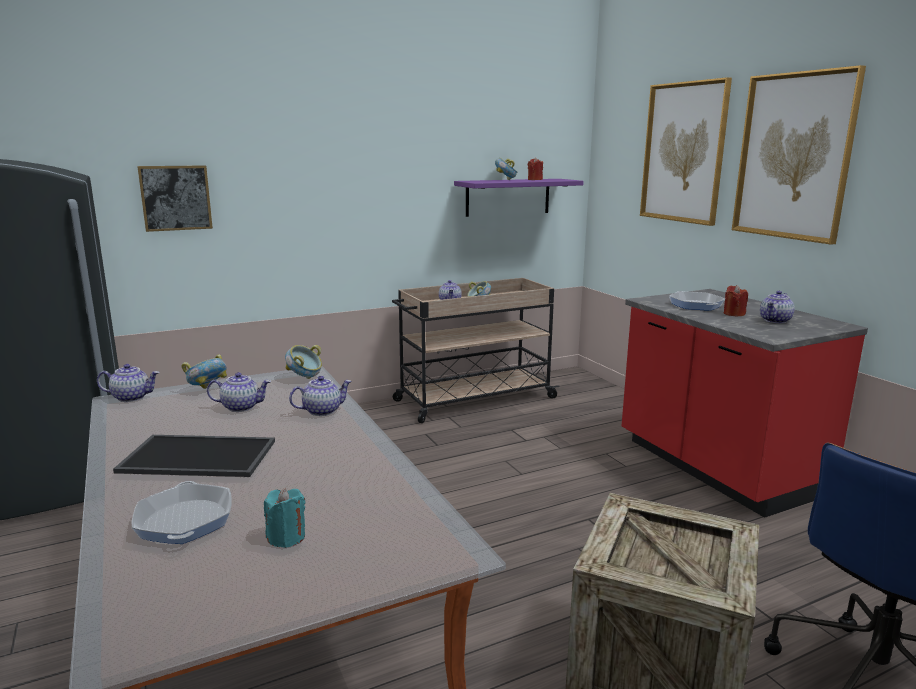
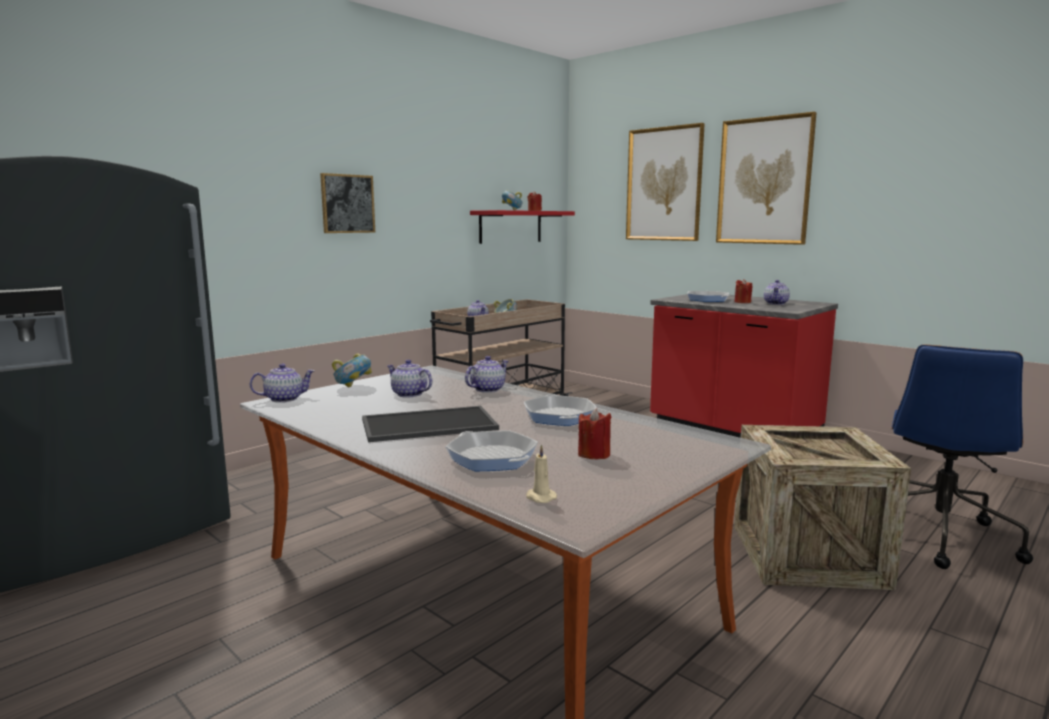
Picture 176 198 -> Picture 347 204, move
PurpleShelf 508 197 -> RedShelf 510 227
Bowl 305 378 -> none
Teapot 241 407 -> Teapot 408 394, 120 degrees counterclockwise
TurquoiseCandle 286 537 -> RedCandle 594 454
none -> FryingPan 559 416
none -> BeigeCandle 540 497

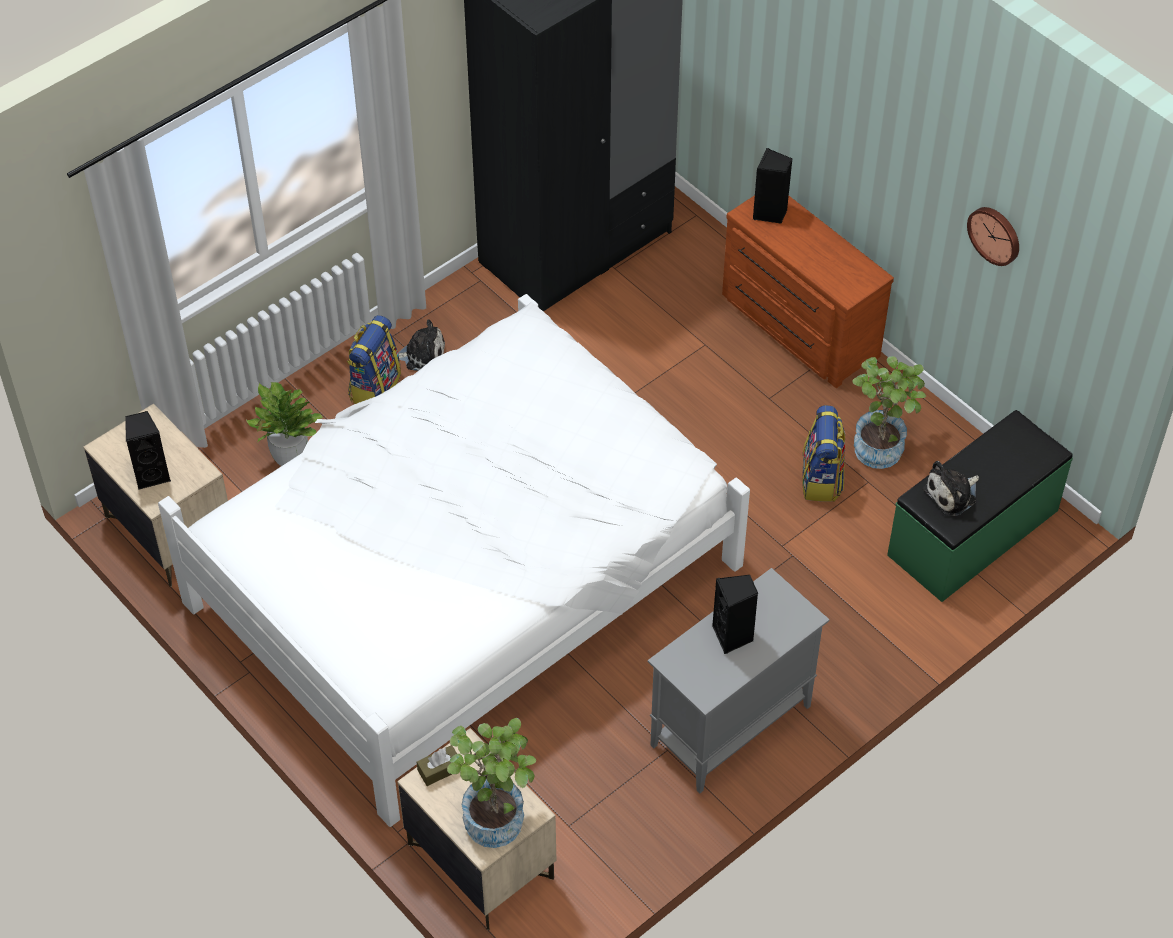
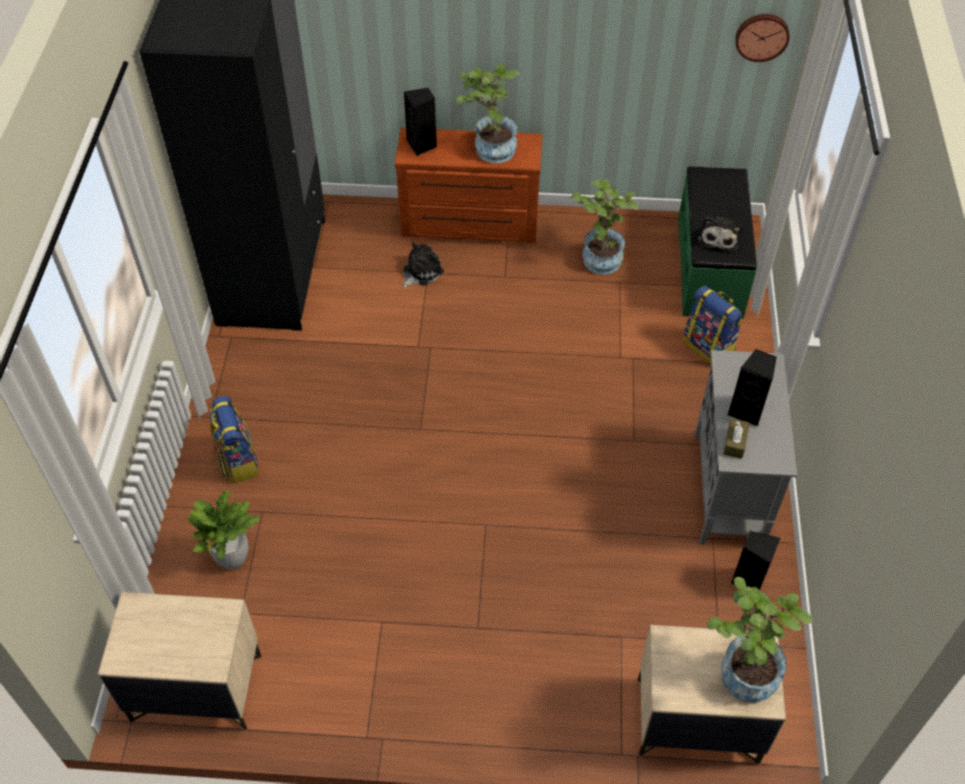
WallClock 995 234 -> WallClock 762 36, move
WhiteBed 465 581 -> none
PlushToy 422 355 -> PlushToy 421 272, move
Backpack 822 479 -> Backpack 709 347, move
BlackSpeaker 152 474 -> BlackSpeaker 748 581, move
BrownTissueBox 439 770 -> BrownTissueBox 735 442, move
none -> PottedPlant 489 148

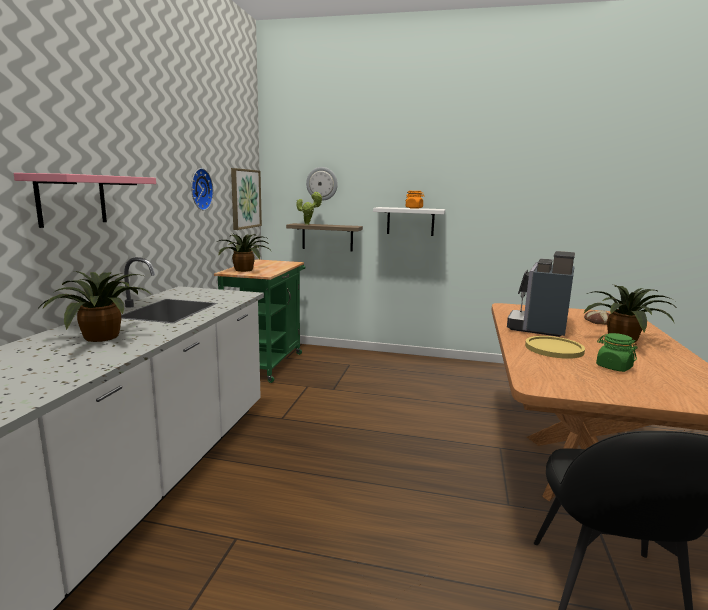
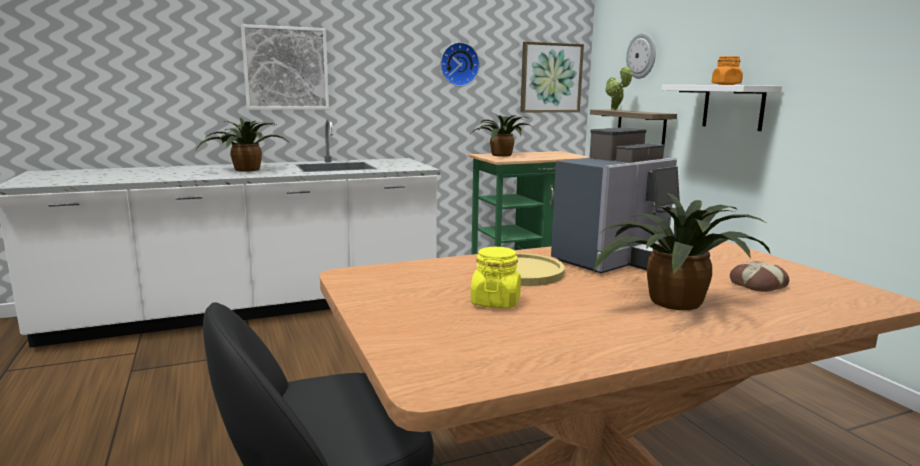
PinkShelf 72 200 -> Picture 286 68
CoffeeMachine 540 327 -> CoffeeMachine 619 259, 150 degrees clockwise
GreenJar 613 367 -> YellowJar 495 302

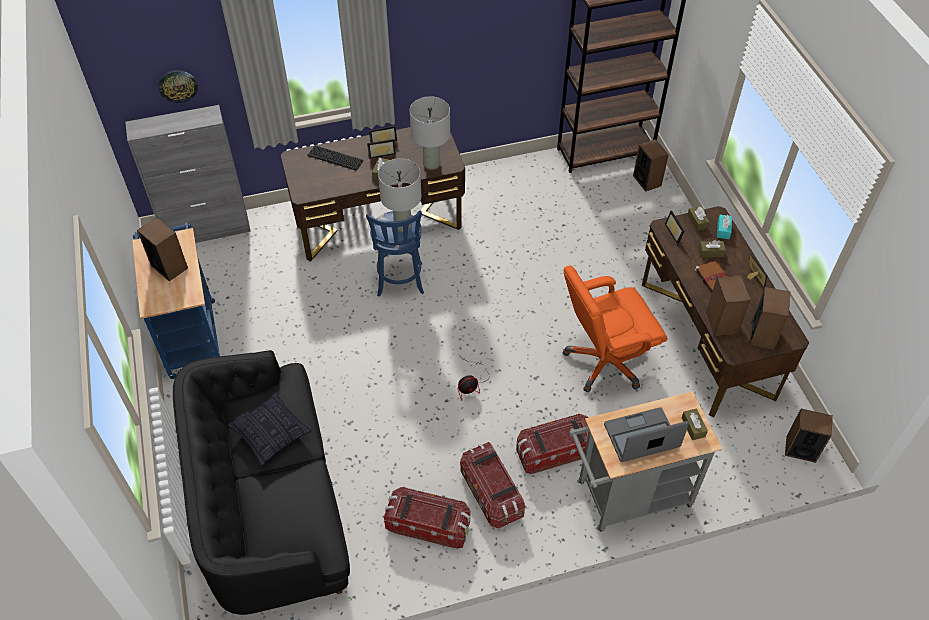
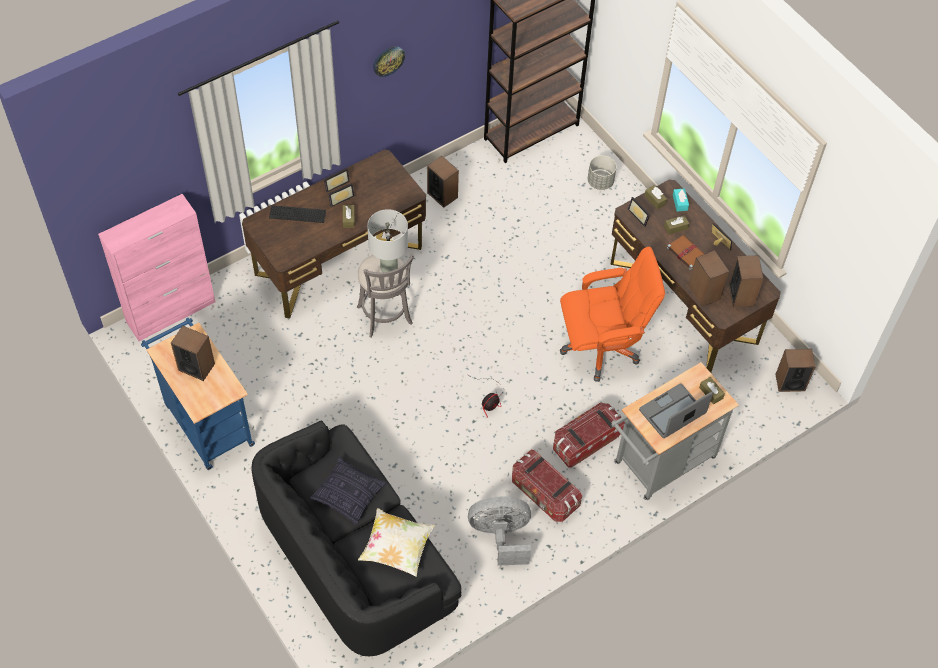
WallClock 177 85 -> WallClock 388 60, move
GreyTableLamp 431 164 -> none
GreyCabinet 208 230 -> PinkCabinet 171 312
Speaker 647 180 -> Speaker 442 195, move
BlueStool 400 282 -> GreyStool 385 318
OrangeOfficeChair 605 362 -> OrangeOfficeChair 601 347, 150 degrees counterclockwise
StorageBox 428 525 -> GreyFan 501 536
none -> GreyPlanter 600 182
none -> Pillow 396 548

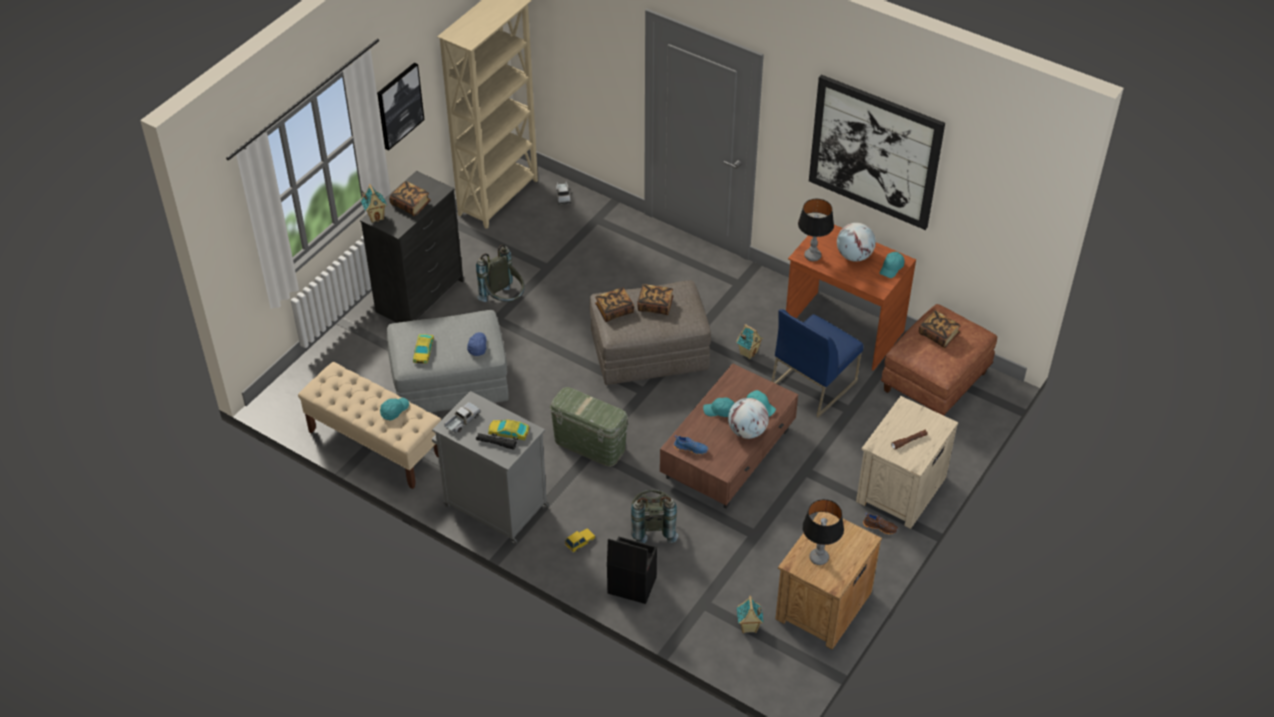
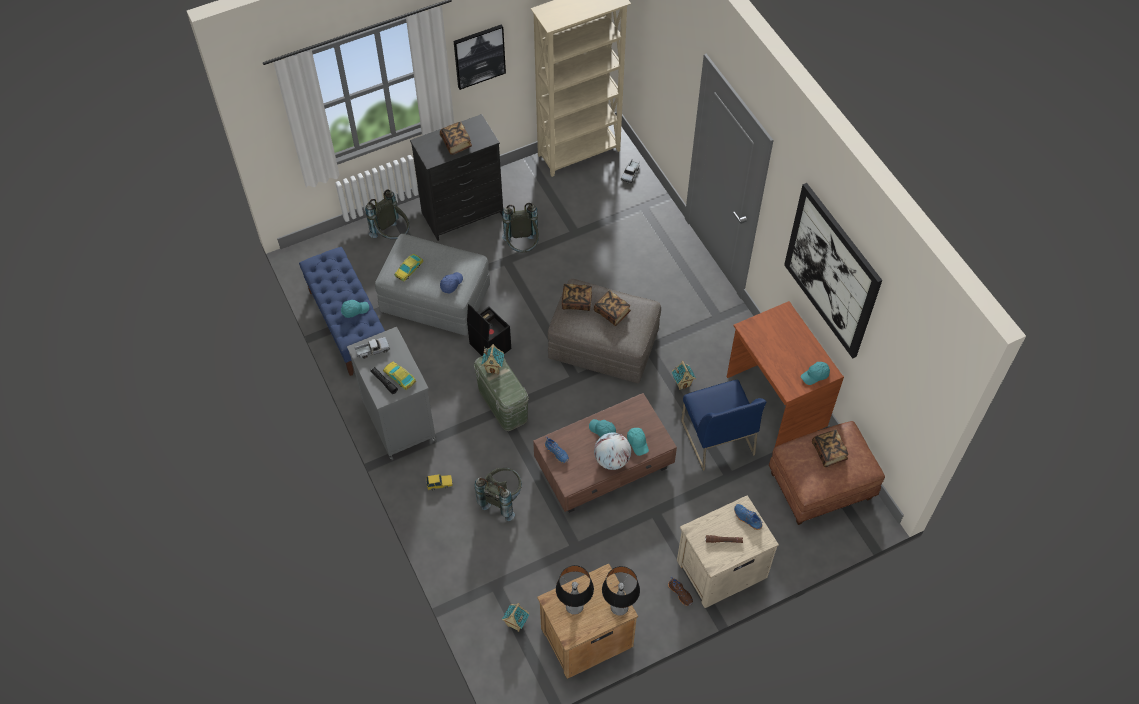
ToyHouse 376 217 -> ToyHouse 494 368, move
TableLamp 812 256 -> TableLamp 619 607, move
Globe 854 256 -> none
BlueChair 813 383 -> BlueChair 716 437, 90 degrees counterclockwise
BeigeBench 375 444 -> BlueBench 348 325
BlackStorageBox 630 585 -> BlackStorageBox 489 346, move
none -> GreyBackpack 392 236
none -> BlueShoe 747 519

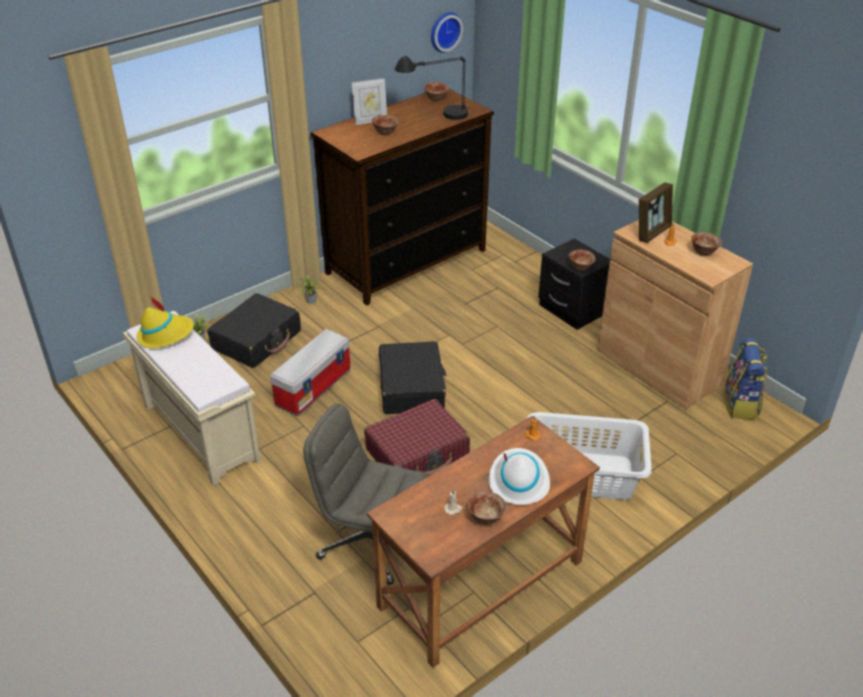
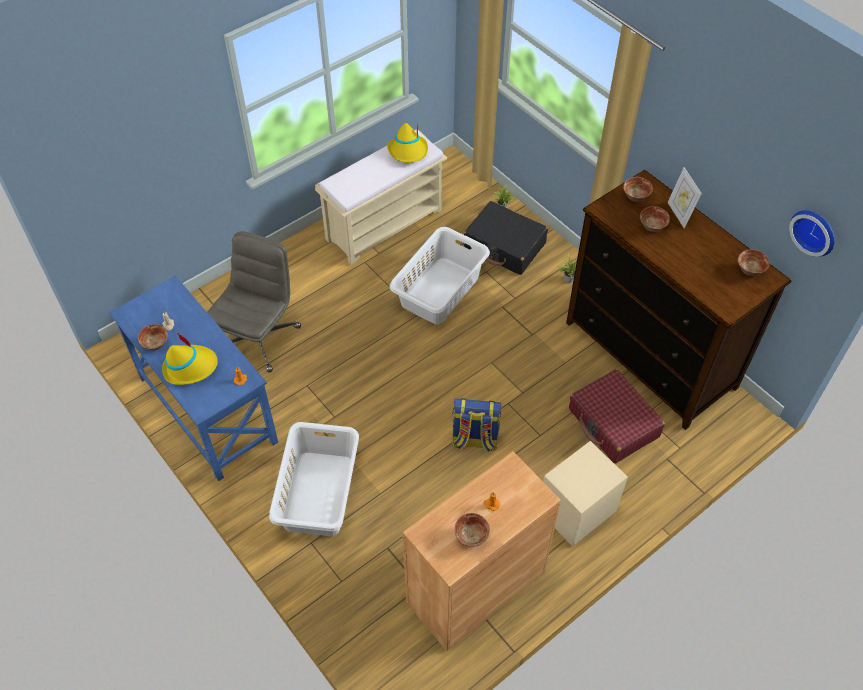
BlackTableLamp 434 117 -> none
PictureFrame 652 232 -> none
BlackNightstand 571 310 -> BeigeNightstand 576 509
Bowl 580 267 -> Bowl 635 197, move
StorageBox 313 387 -> WhiteLaundryBasket 440 290
Backpack 741 404 -> Backpack 474 440, move
BlackSuitcase 411 387 -> none
RedSuitcase 417 453 -> RedSuitcase 613 423, move
BrownDesk 481 585 -> BlueDesk 206 410
WhiteHat 518 481 -> YellowHat 190 367

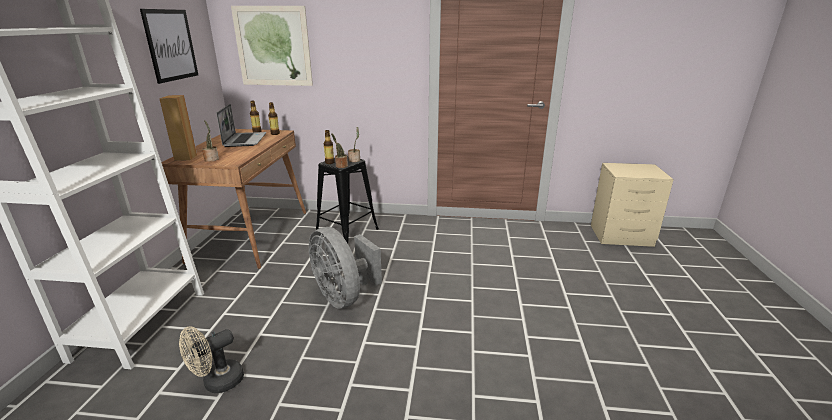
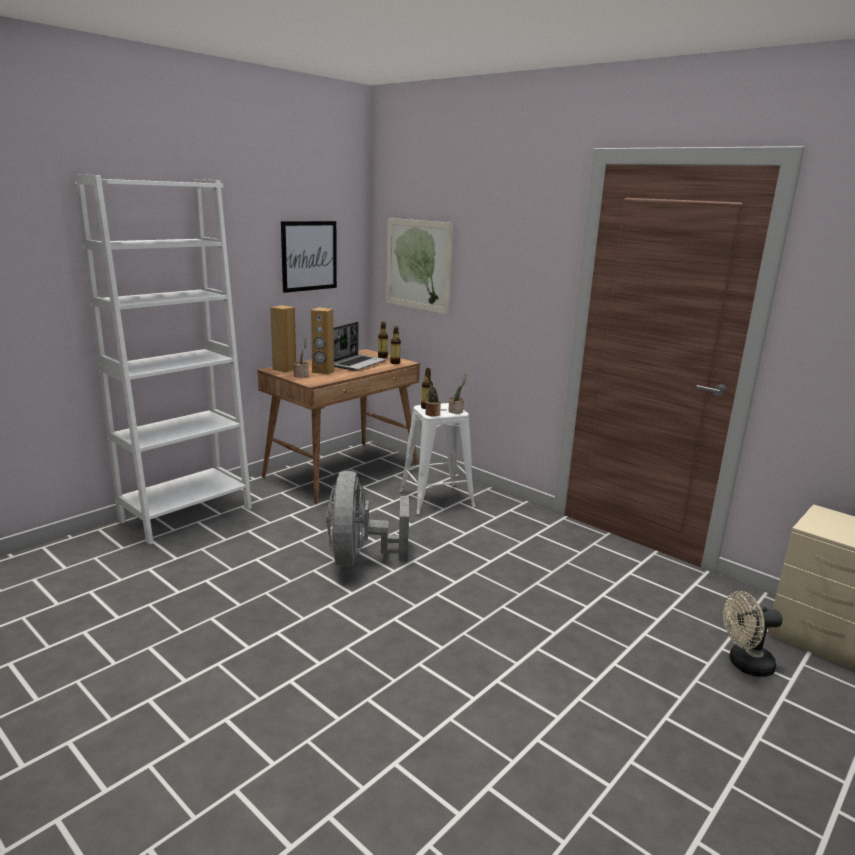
BlackStool 347 232 -> WhiteStool 437 499
BeigeFan 217 383 -> BeigeFan 744 664, move
none -> BrownSpeaker 323 371

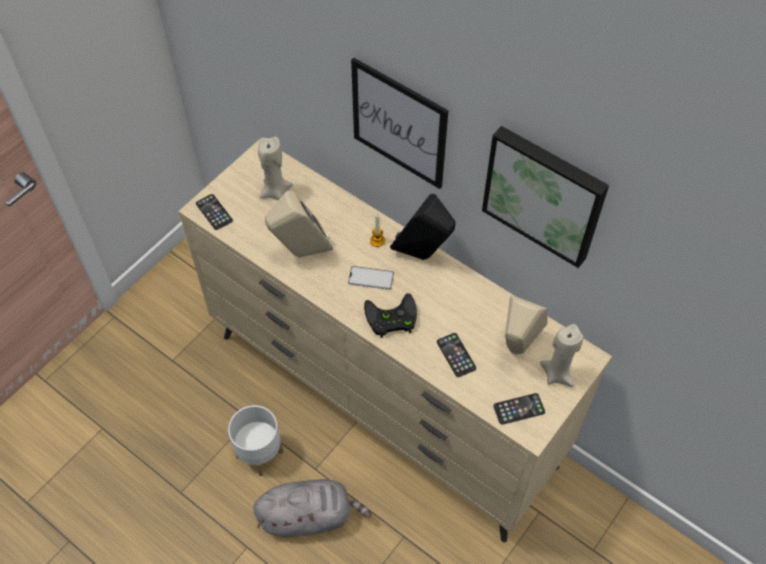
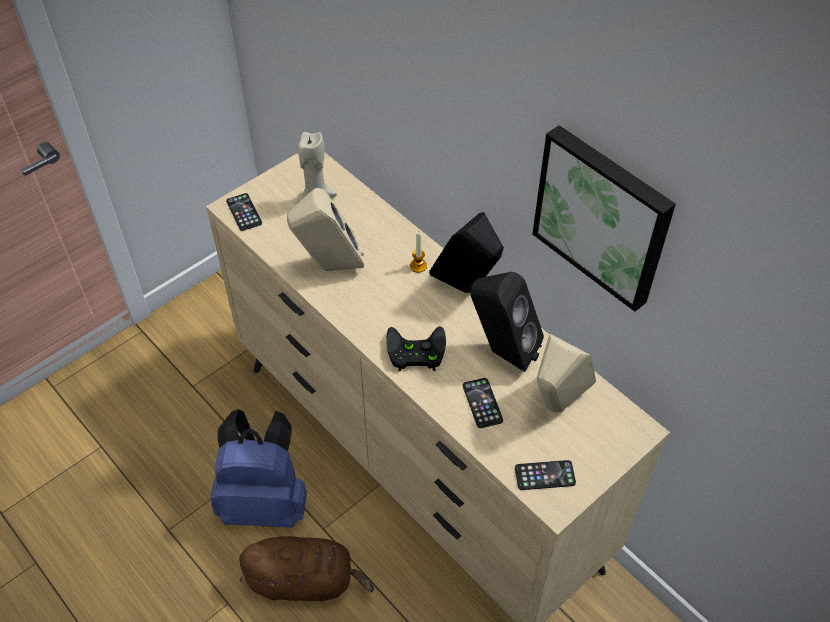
Picture 399 124 -> none
Phone 371 278 -> none
BeigeCandle 557 374 -> none
WhitePlanter 260 453 -> BlueBackpack 265 501
GreyPlushToy 309 516 -> BrownPlushToy 305 580
none -> BlackSpeaker 501 351

